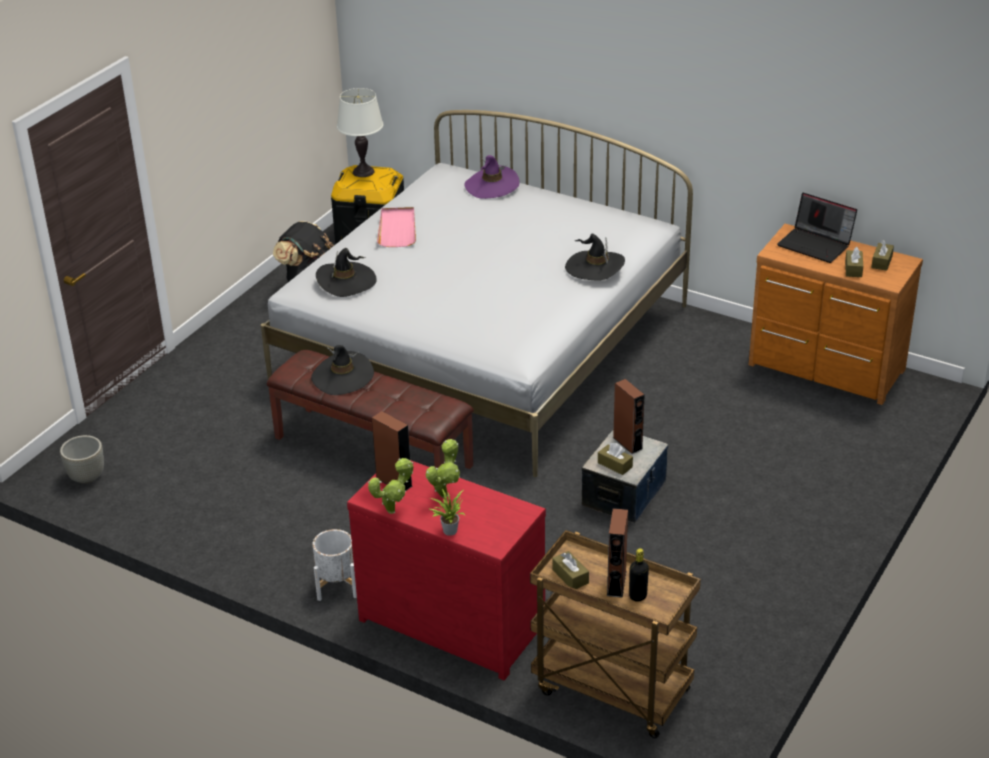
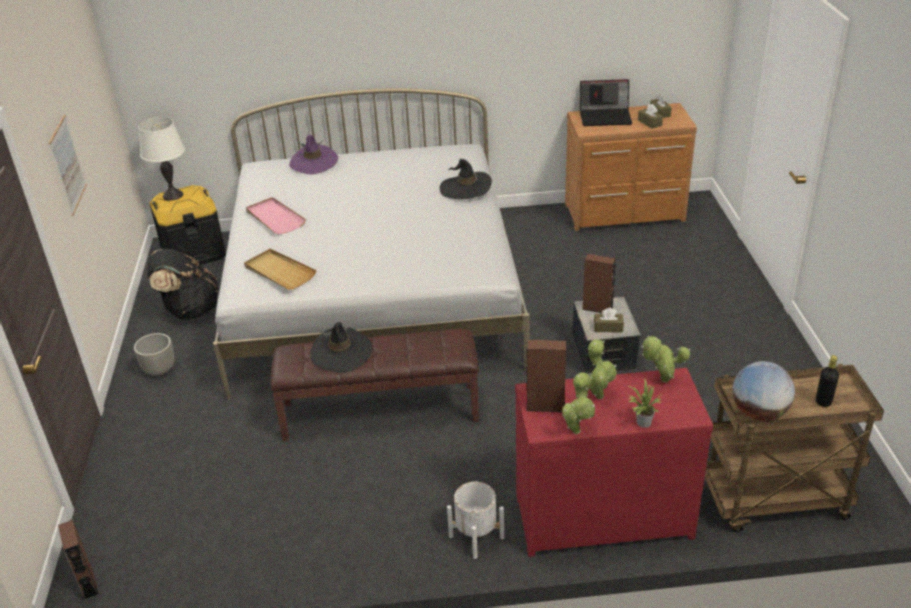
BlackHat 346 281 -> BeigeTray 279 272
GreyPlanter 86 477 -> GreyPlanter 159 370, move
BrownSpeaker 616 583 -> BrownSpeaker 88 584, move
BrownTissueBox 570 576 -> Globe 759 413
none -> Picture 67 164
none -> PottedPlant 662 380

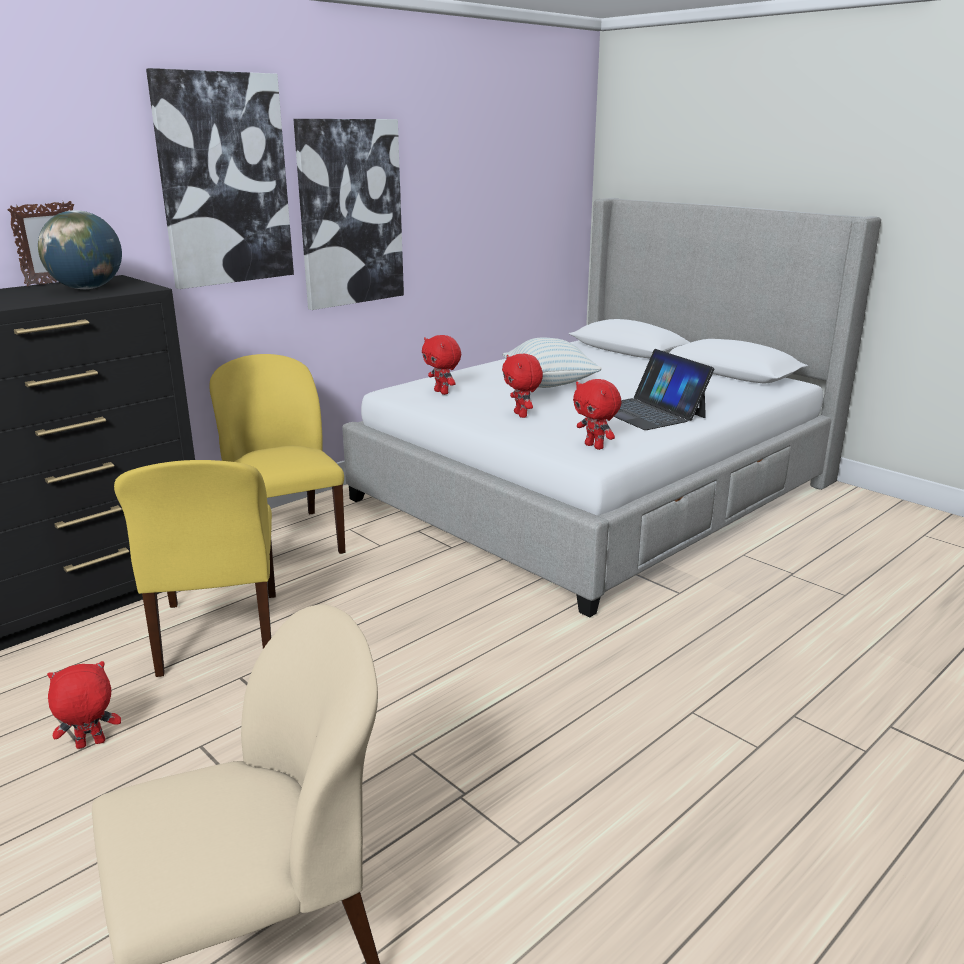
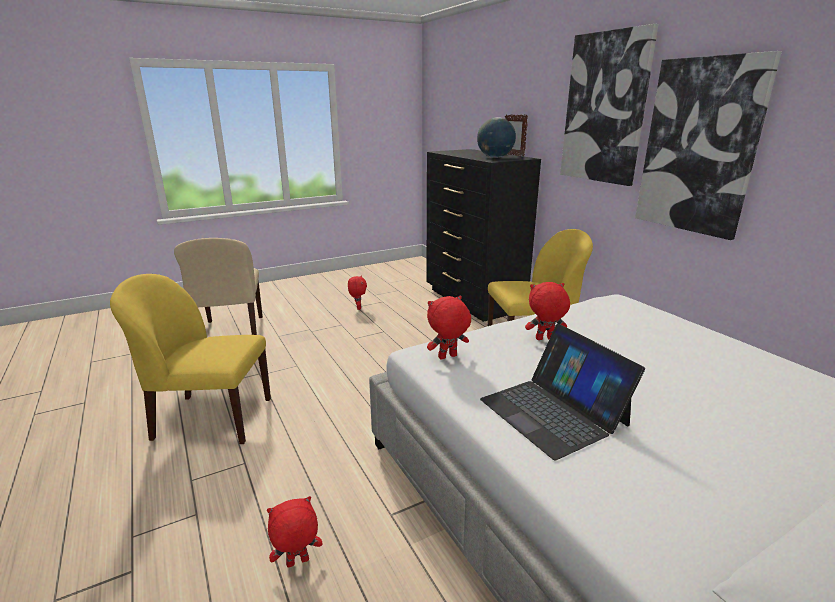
RedPlushToy 442 392 -> RedPlushToy 297 563, move
Pillow 549 384 -> none
Laptop 648 412 -> Laptop 553 411, 105 degrees counterclockwise
YellowChair 219 635 -> YellowChair 211 419, move

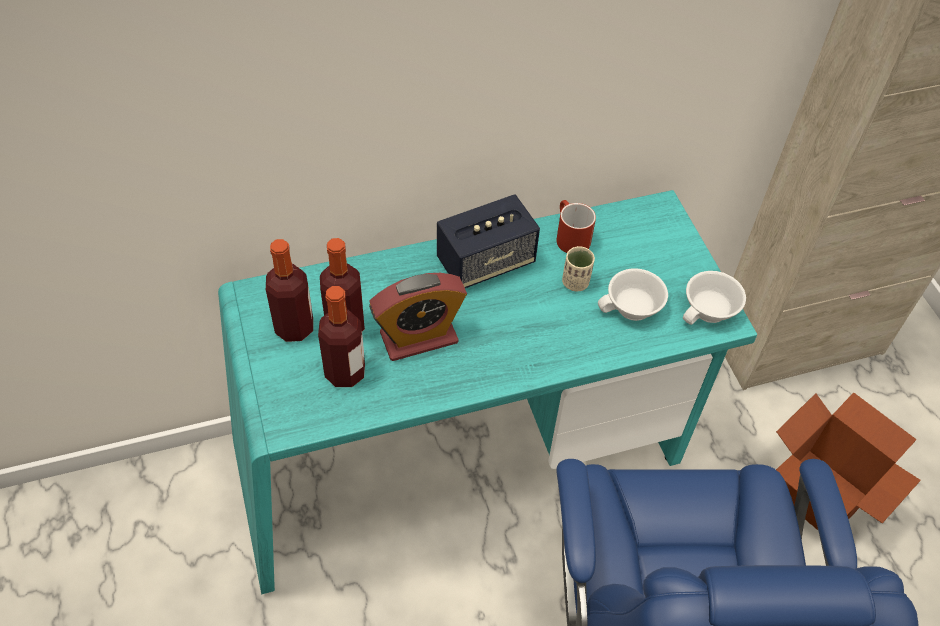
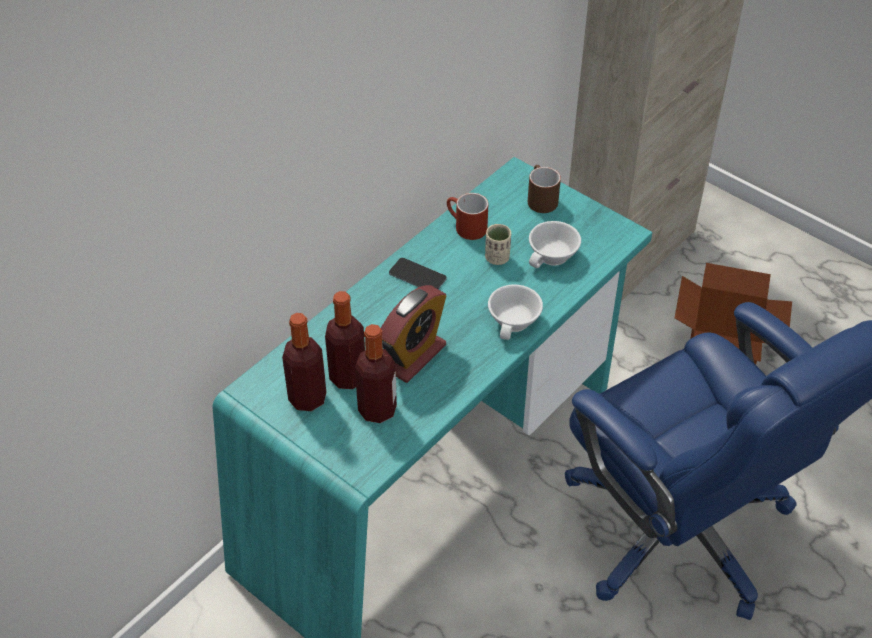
Speaker 485 262 -> Phone 417 276
WhiteCup 710 311 -> WhiteCup 515 322, move
none -> BrownMug 539 198

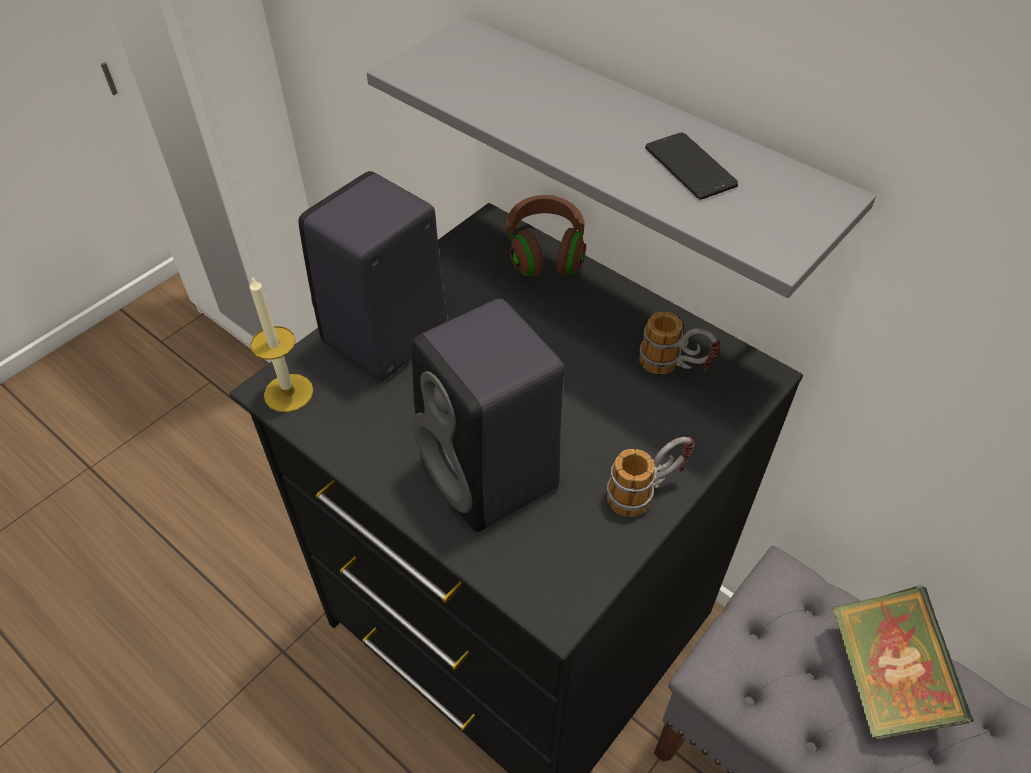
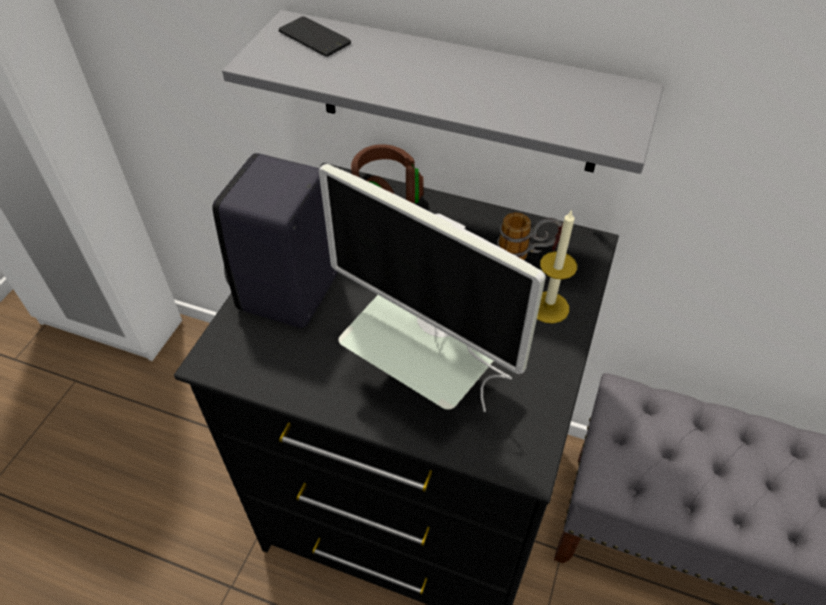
Phone 690 167 -> Phone 314 37, move
Candle 288 393 -> Candle 548 307, move
BlackSpeaker 493 476 -> Monitor 429 377
Mug 646 491 -> none
Book 884 679 -> none

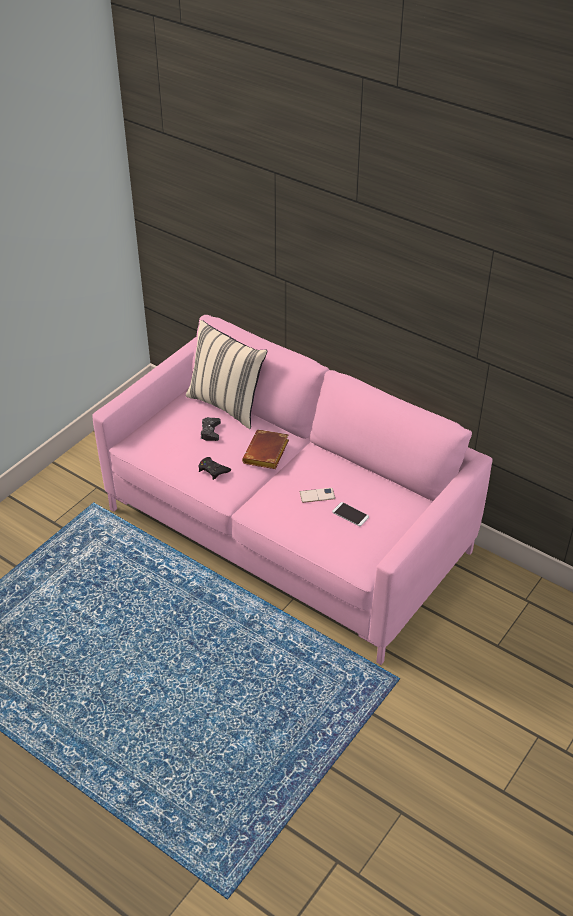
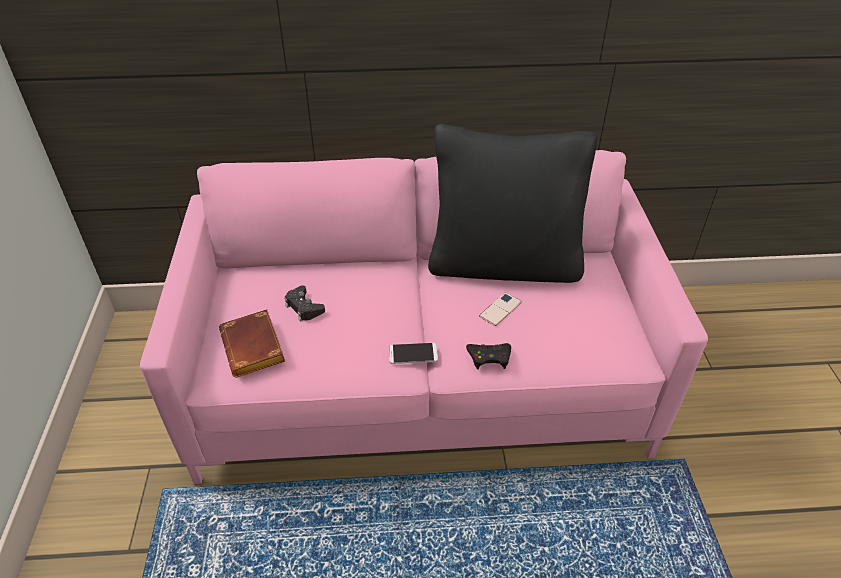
BeigePillow 227 404 -> none
BrownBook 267 454 -> BrownBook 255 349, move
BlackGameController 213 470 -> BlackGameController 489 357, move
Phone 350 514 -> Phone 413 354, move
none -> BlackPillow 504 263

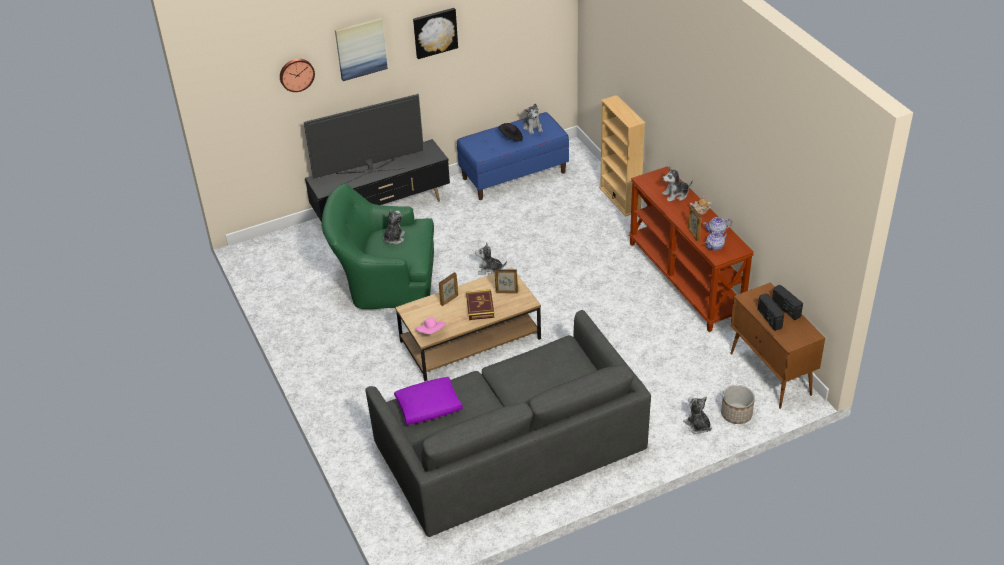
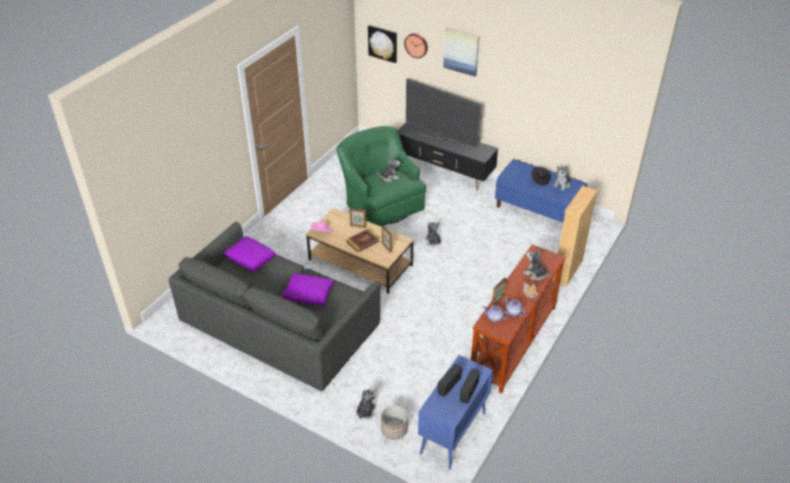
Picture 435 32 -> Picture 383 43, move
BrownCabinet 771 375 -> BlueCabinet 453 434
none -> PurplePillow 308 294

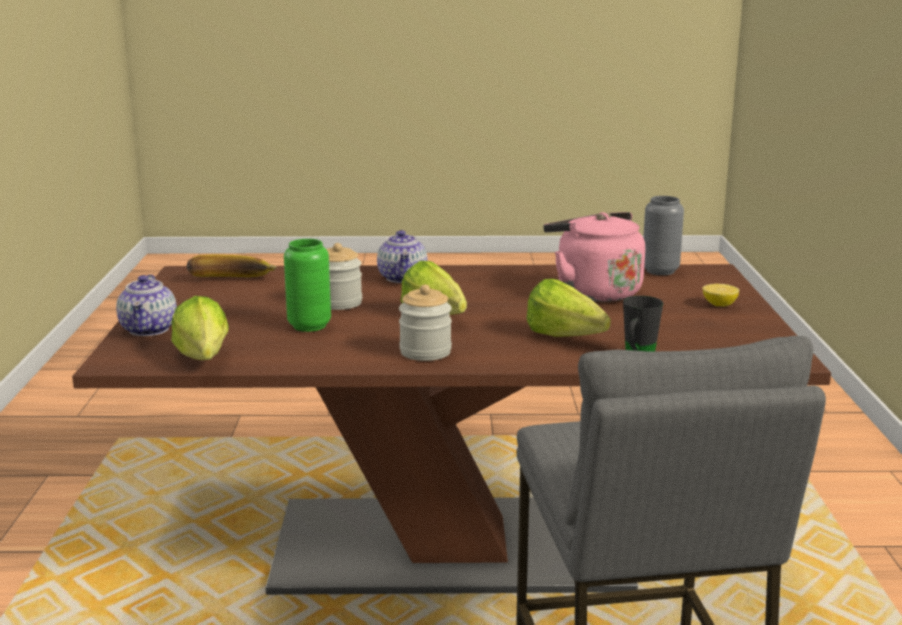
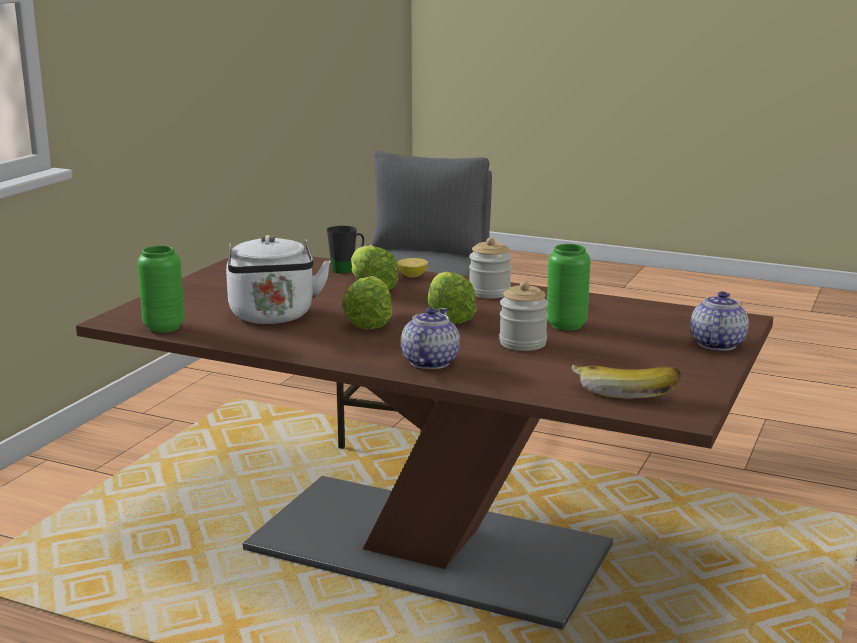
GreyVase 660 271 -> GreenVase 164 327
PinkKettle 594 292 -> WhiteKettle 273 317
Lemon 719 305 -> Lemon 412 276, move
Lettuce 202 362 -> Lettuce 372 320, move

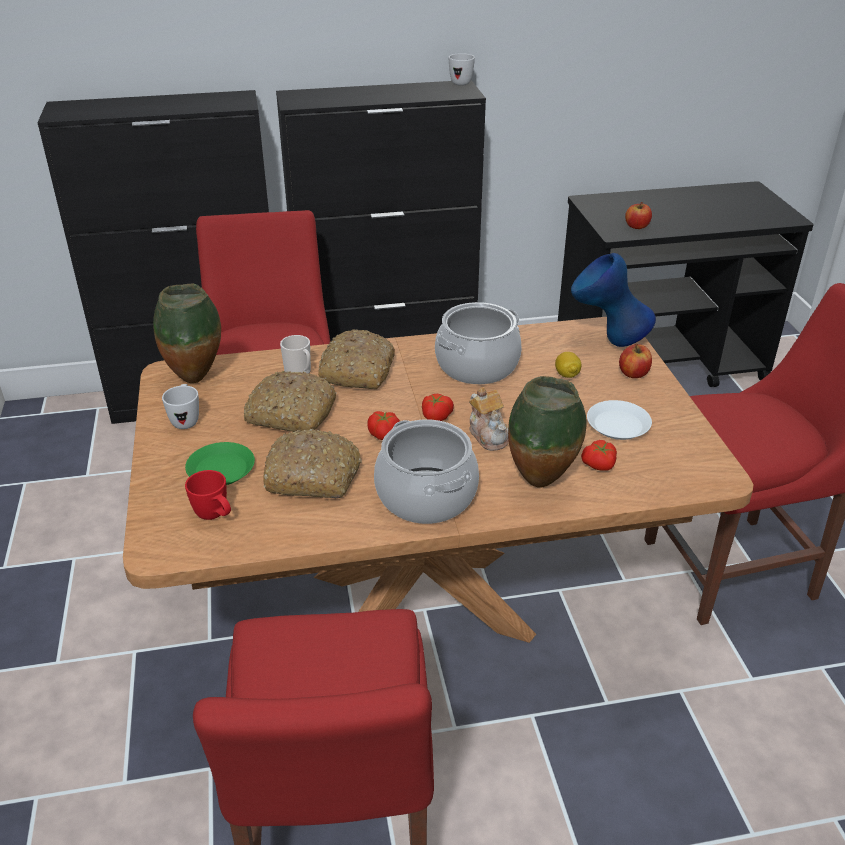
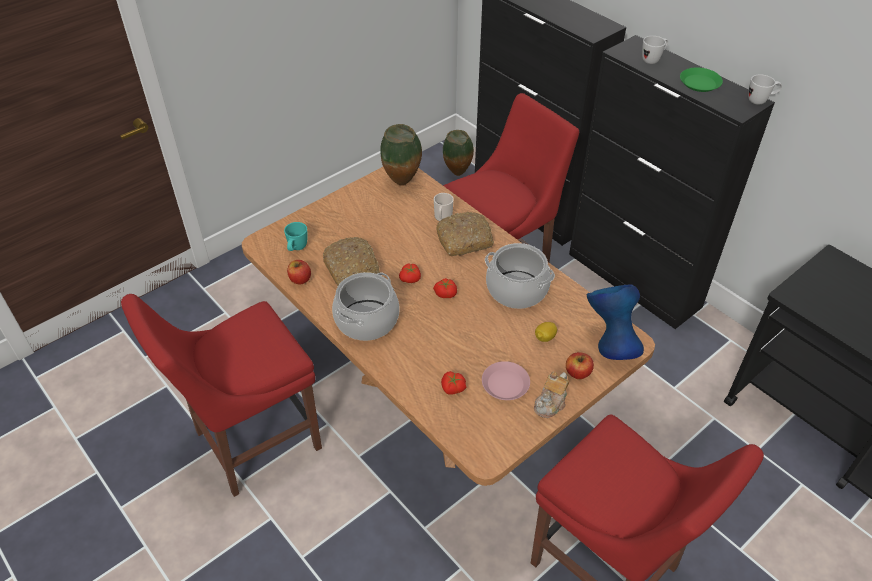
Apple 637 226 -> Apple 300 279, move
Bread 290 414 -> none
Vase 542 483 -> Vase 457 174, move
WhiteMug 186 420 -> WhiteMug 653 60, move
Teapot 488 435 -> Teapot 551 403, move
WhitePlate 618 425 -> PinkPlate 505 384
GreenPlate 221 470 -> GreenPlate 699 83, move
RedMug 215 516 -> TurquoiseMug 296 249

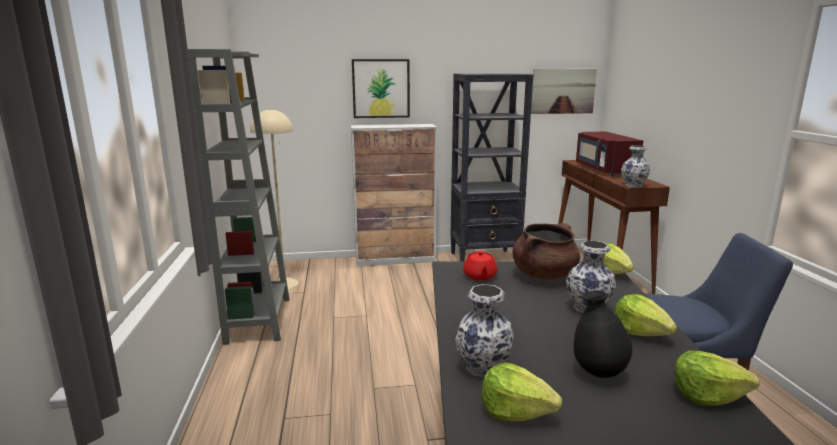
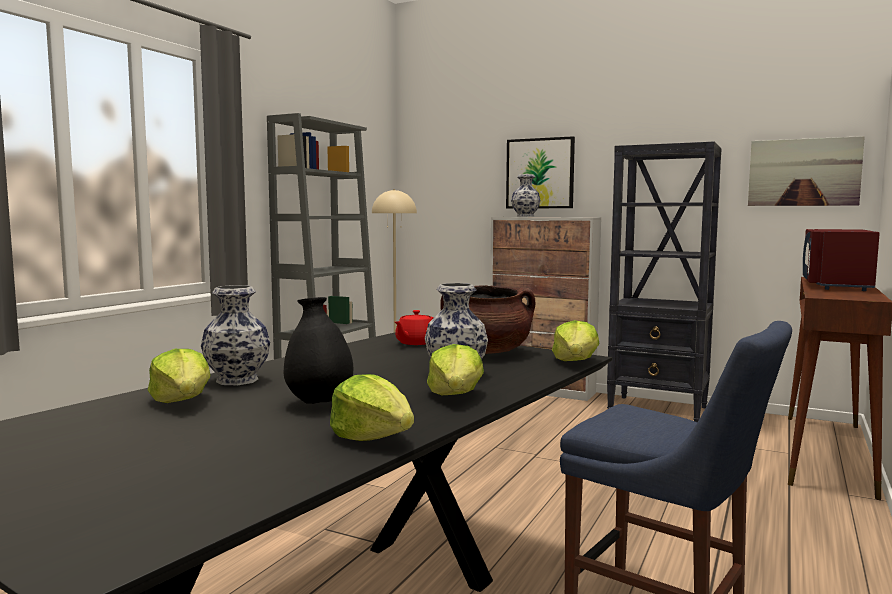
Vase 633 185 -> Vase 525 216, move

